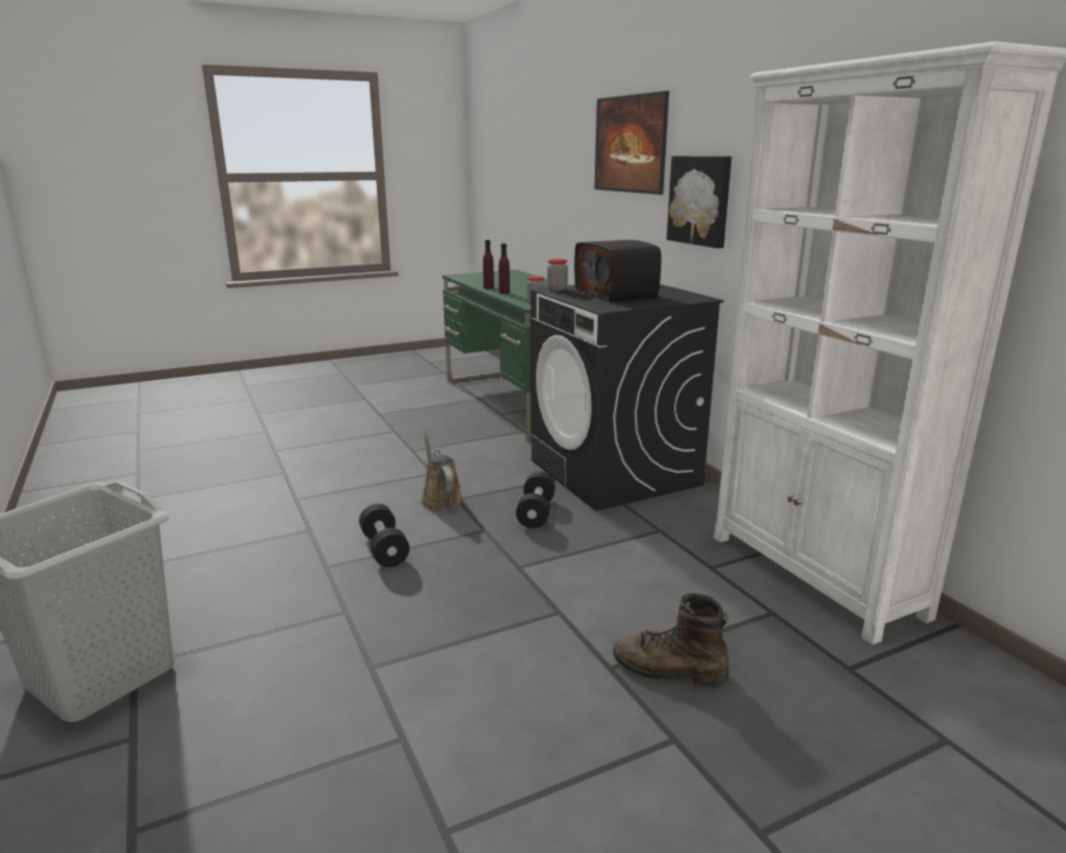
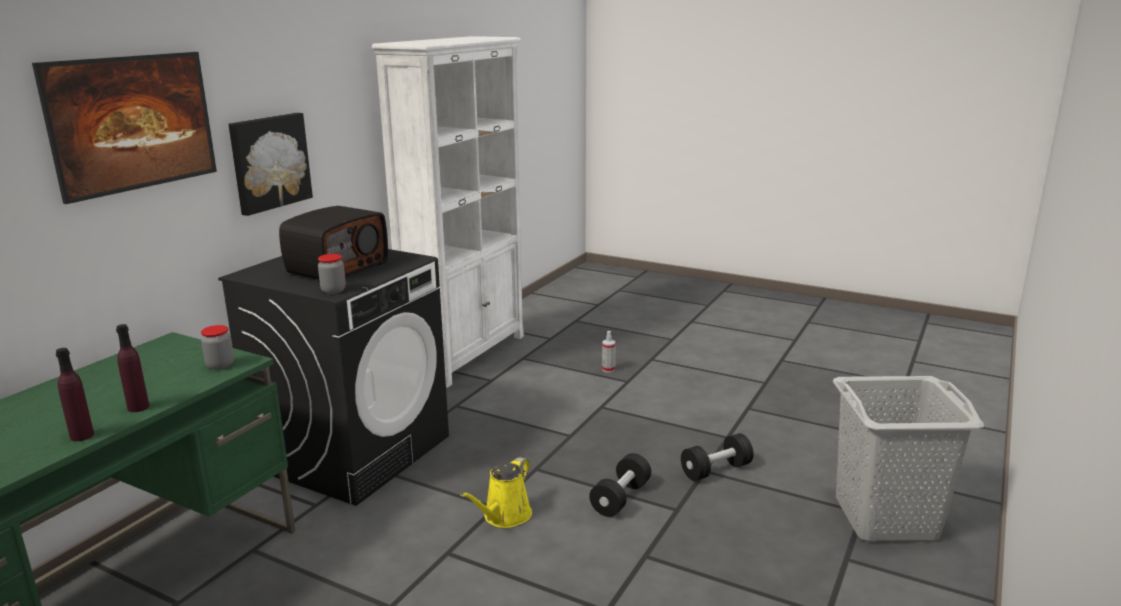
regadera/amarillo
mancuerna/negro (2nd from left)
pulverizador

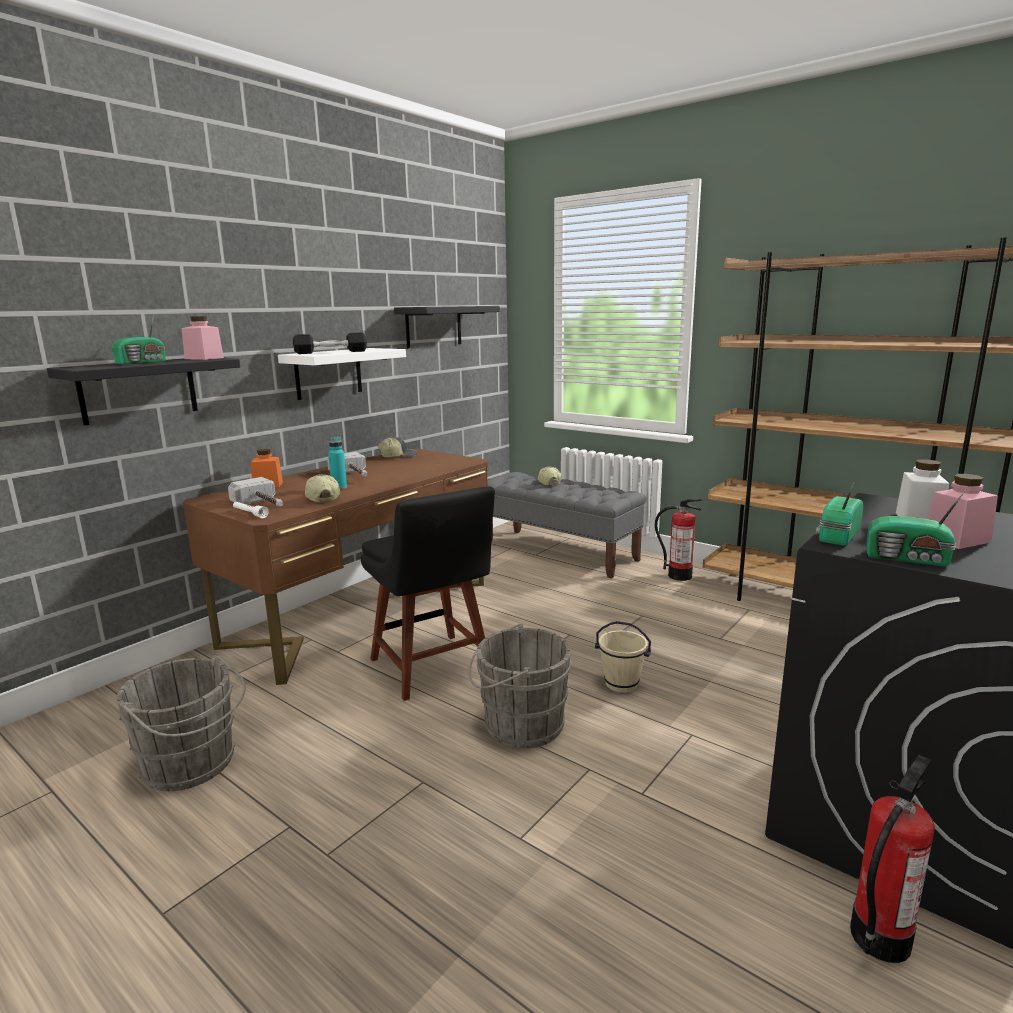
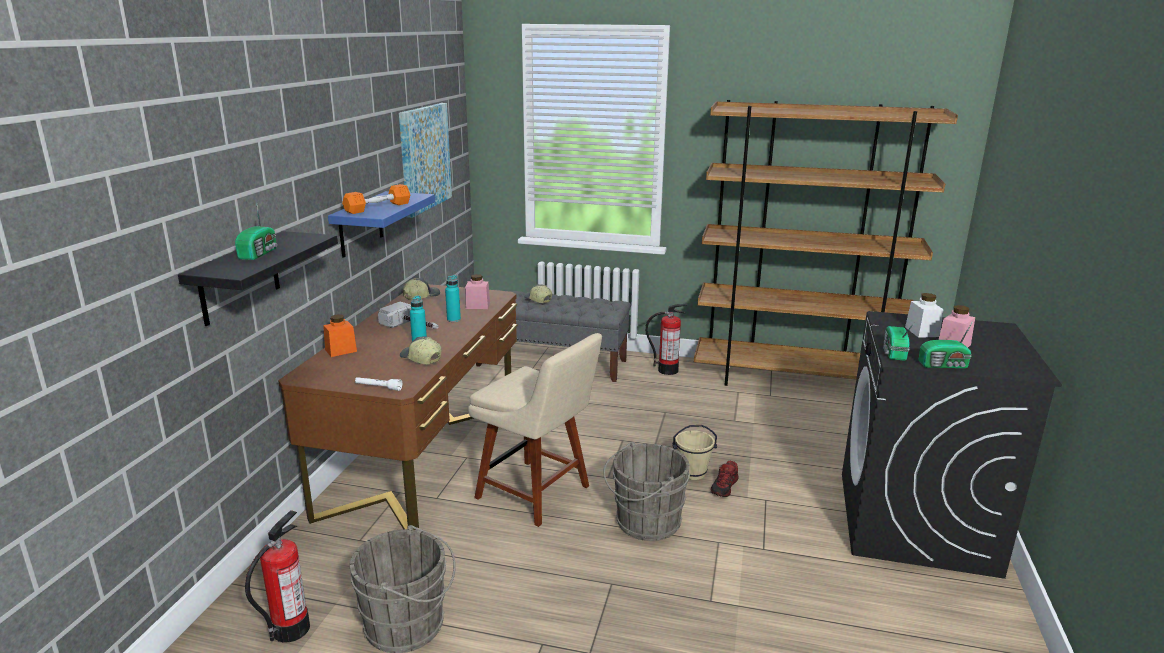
cuadro
tarro/rosa (1st from left)
mancuerna/naranja
estante/azul
martillo (1st from left in the first image)
silla/beis
extintor (1st from left)
botella/turquesa (2nd from left)
zapato

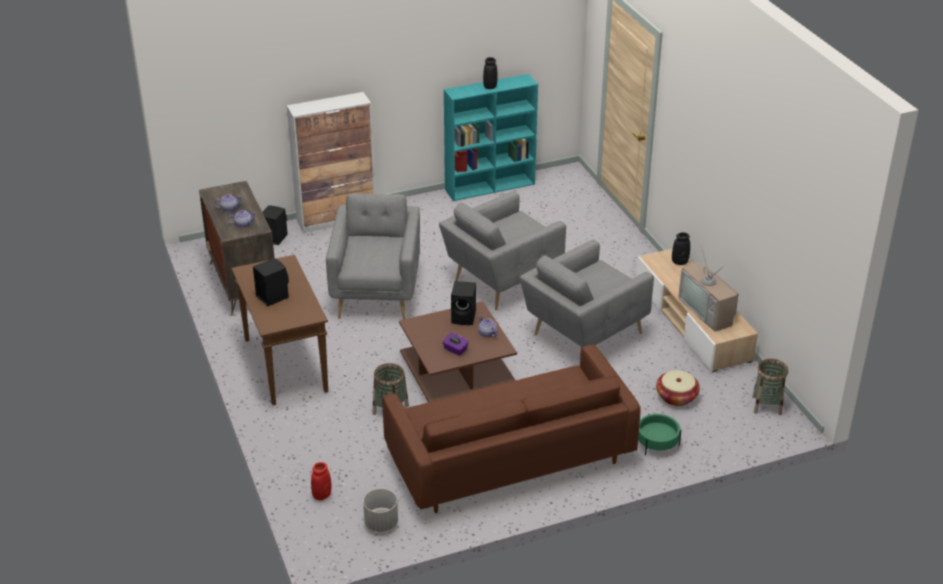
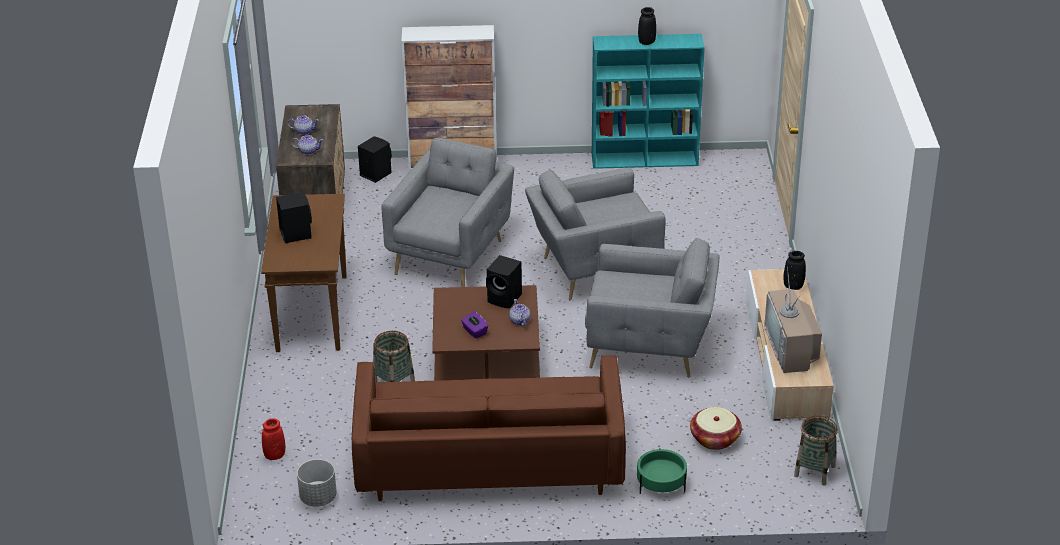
sillón/gris (3rd from left)

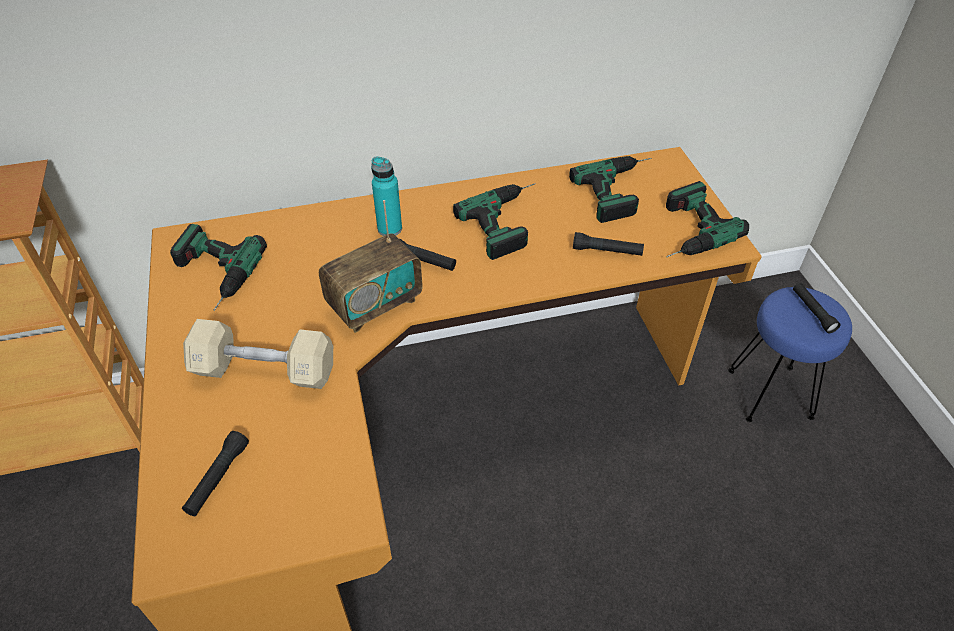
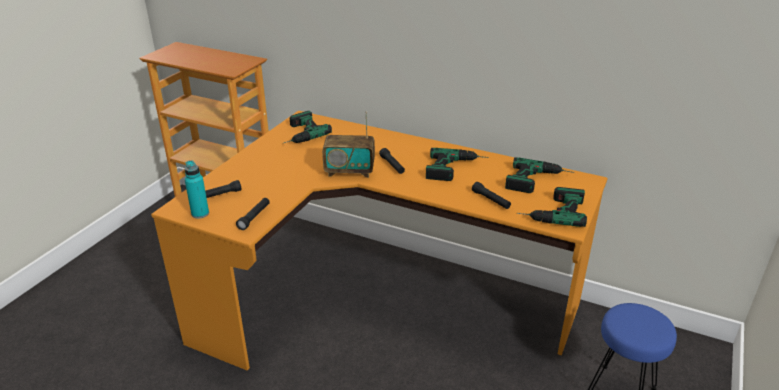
botella/turquesa
linterna/negro (2nd from left)
mancuerna/beis

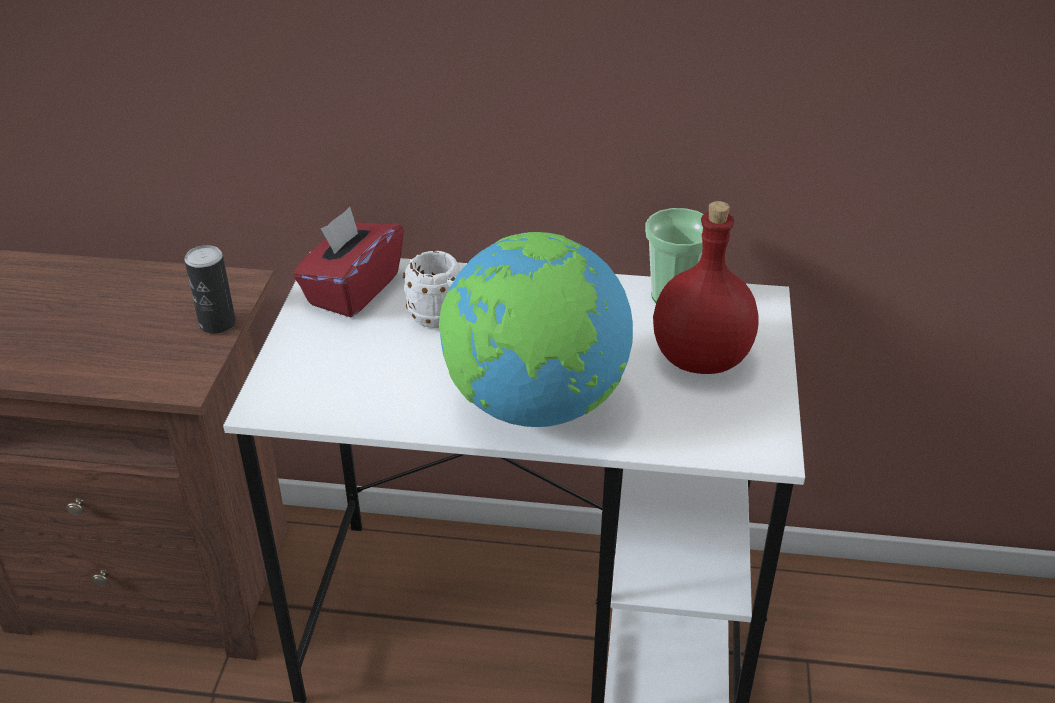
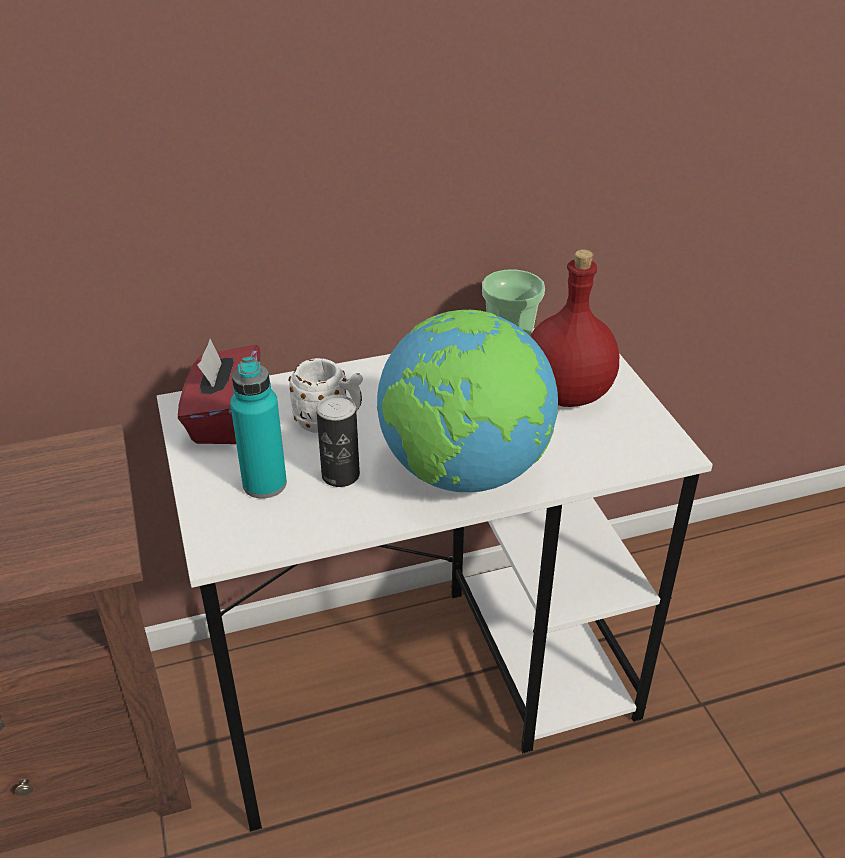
lata
botella/turquesa

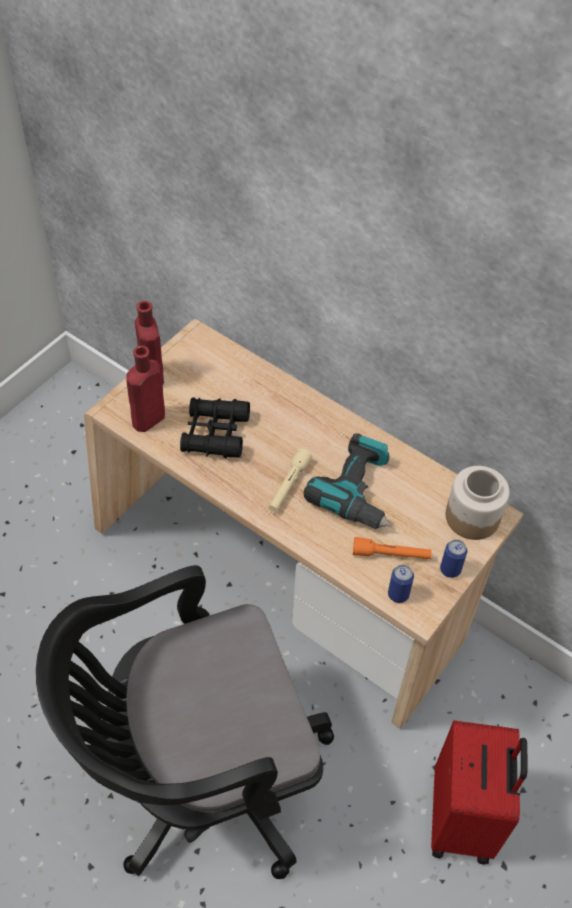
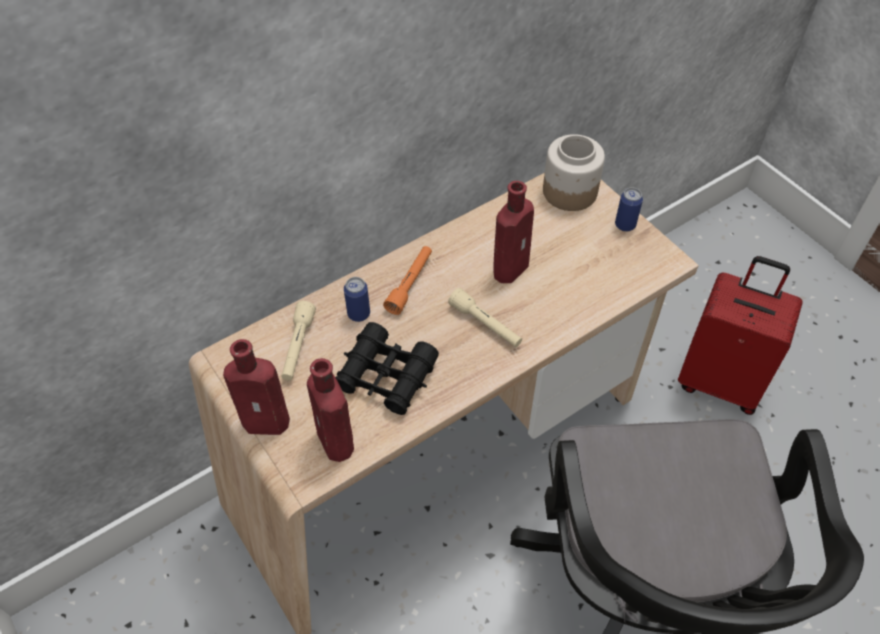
botella/rojo (3rd from left)
linterna/naranja
lata (1st from left)
linterna/beis (1st from left)

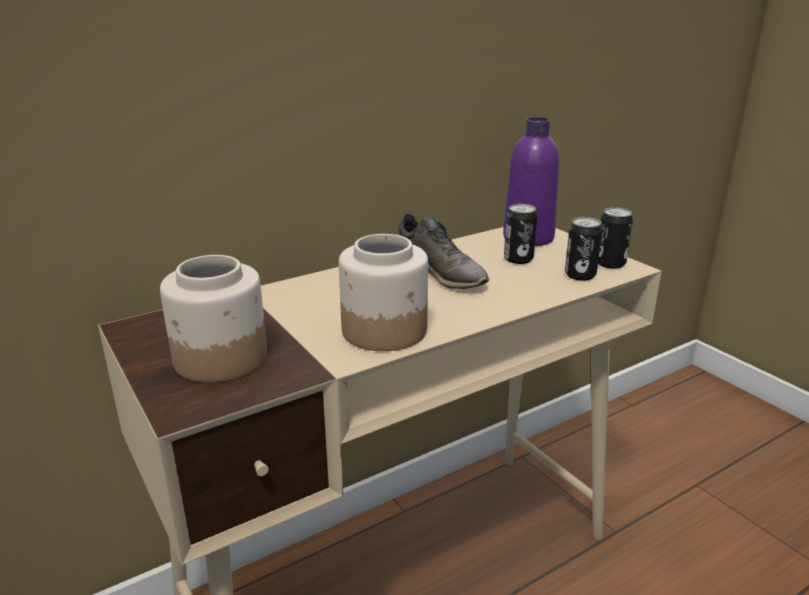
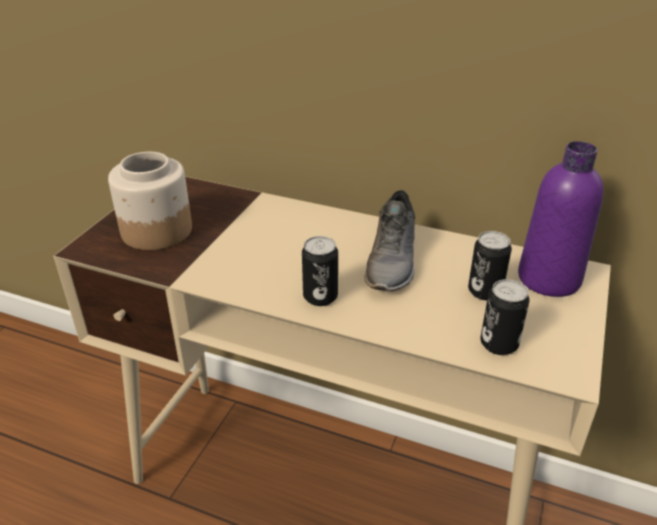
lata (1st from left)
tarro (2nd from left in the first image)

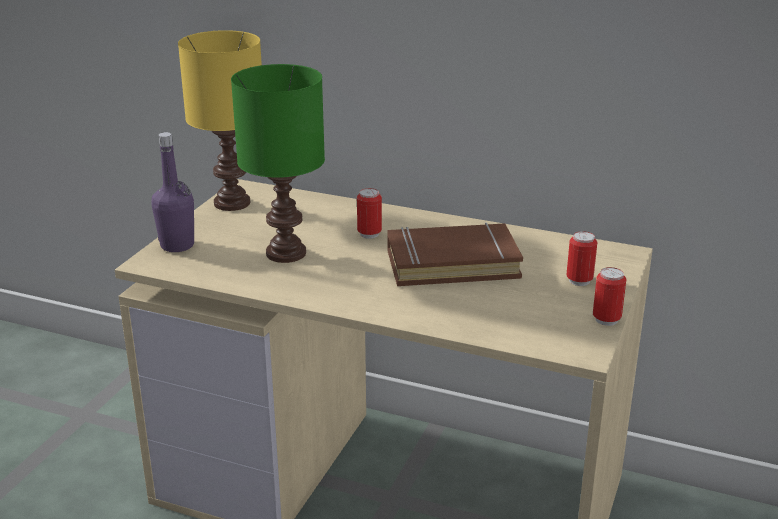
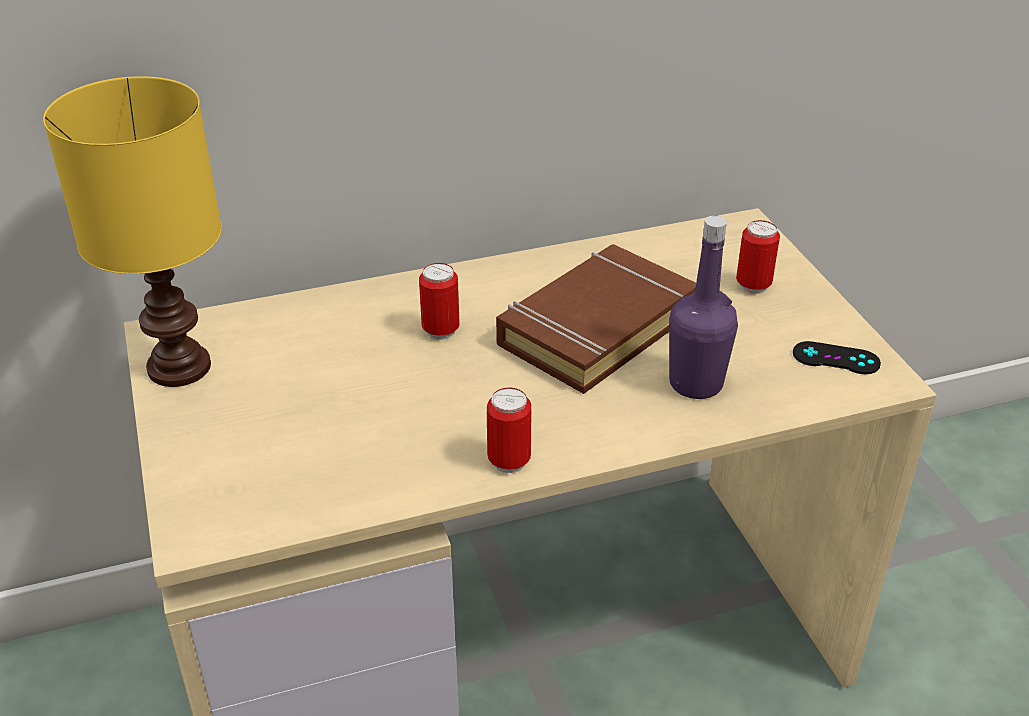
lámpara de mesa/verde
botella/morado
lata (2nd from left)
mando de consola/negro

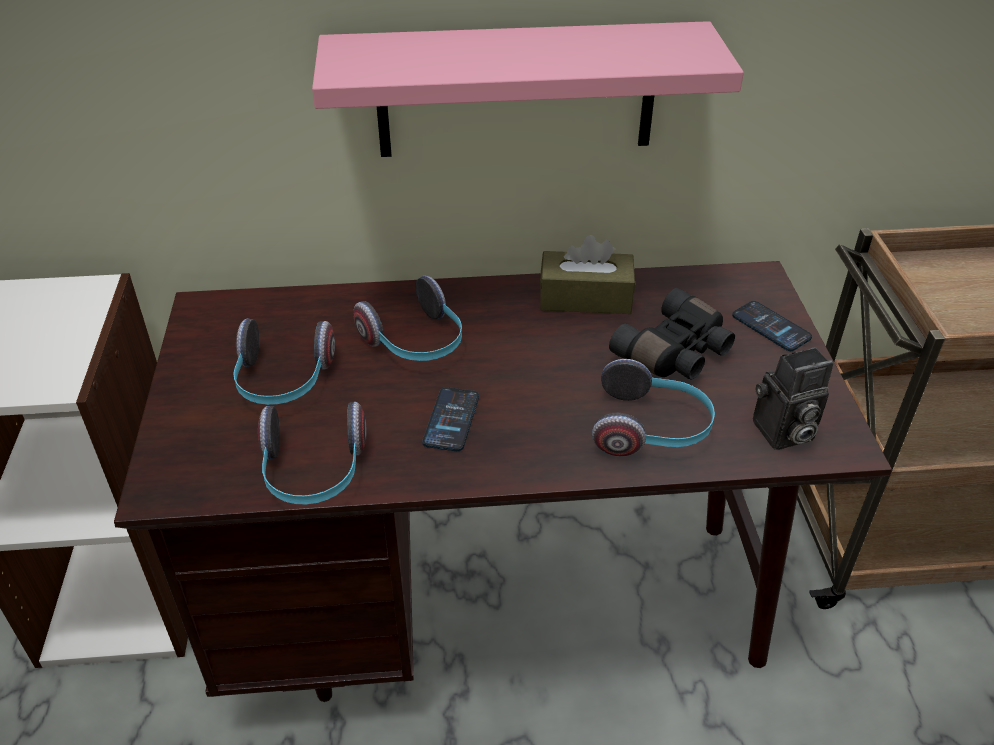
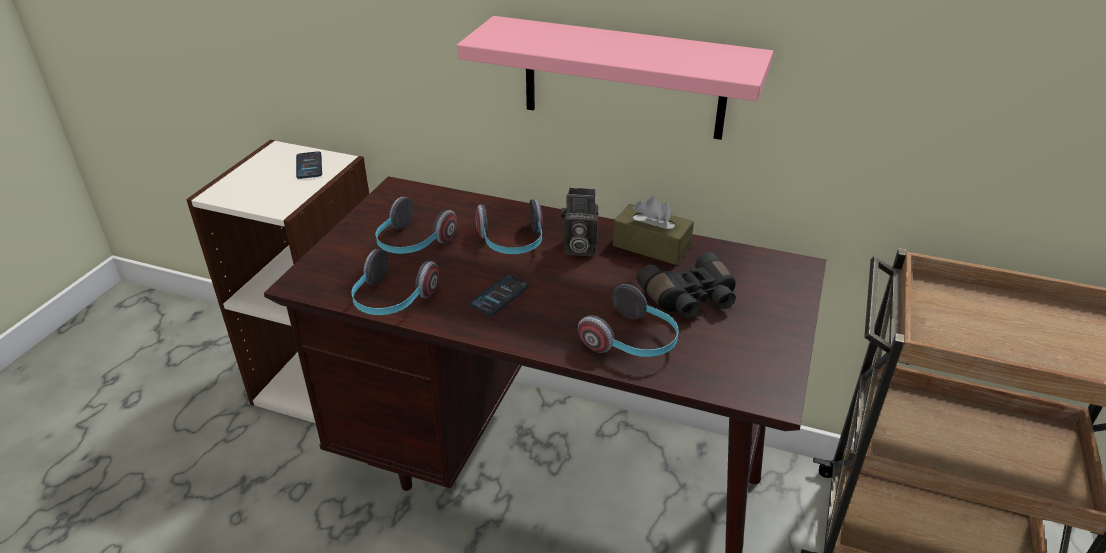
móvil (1st from left)
cámara

